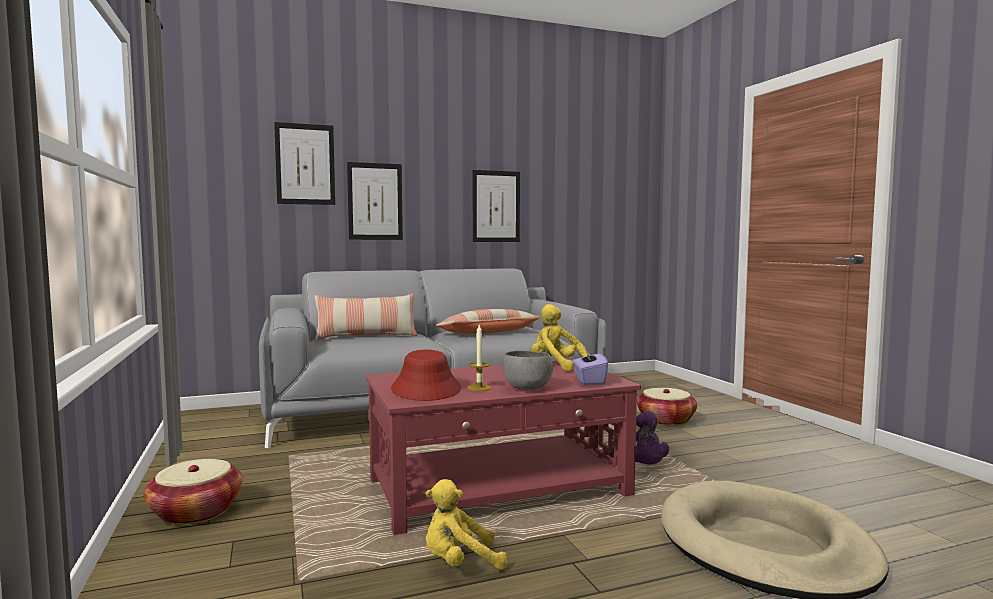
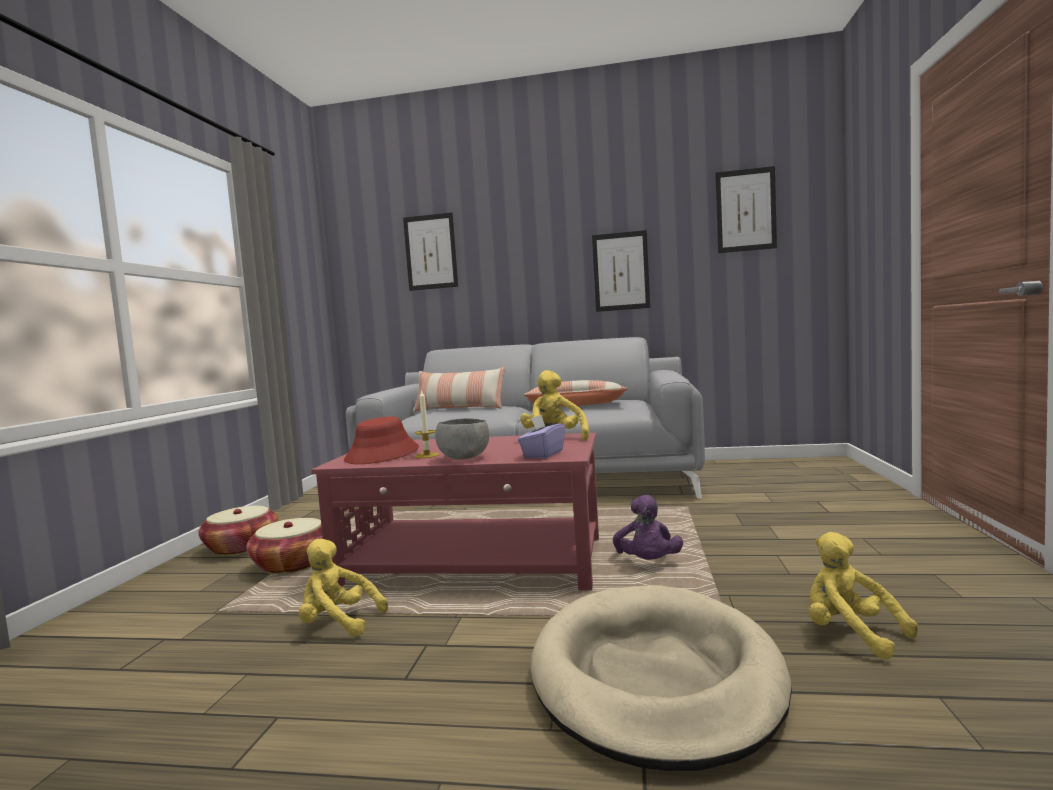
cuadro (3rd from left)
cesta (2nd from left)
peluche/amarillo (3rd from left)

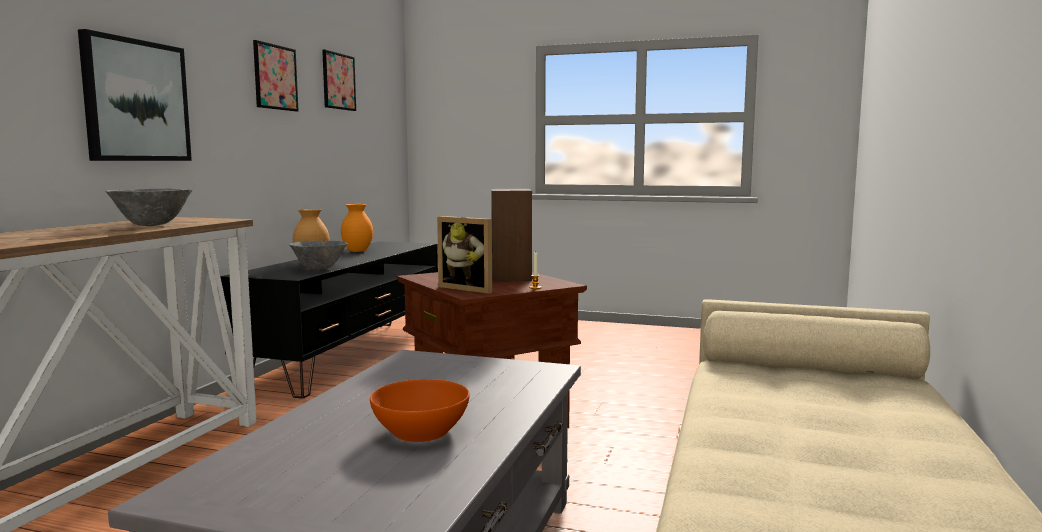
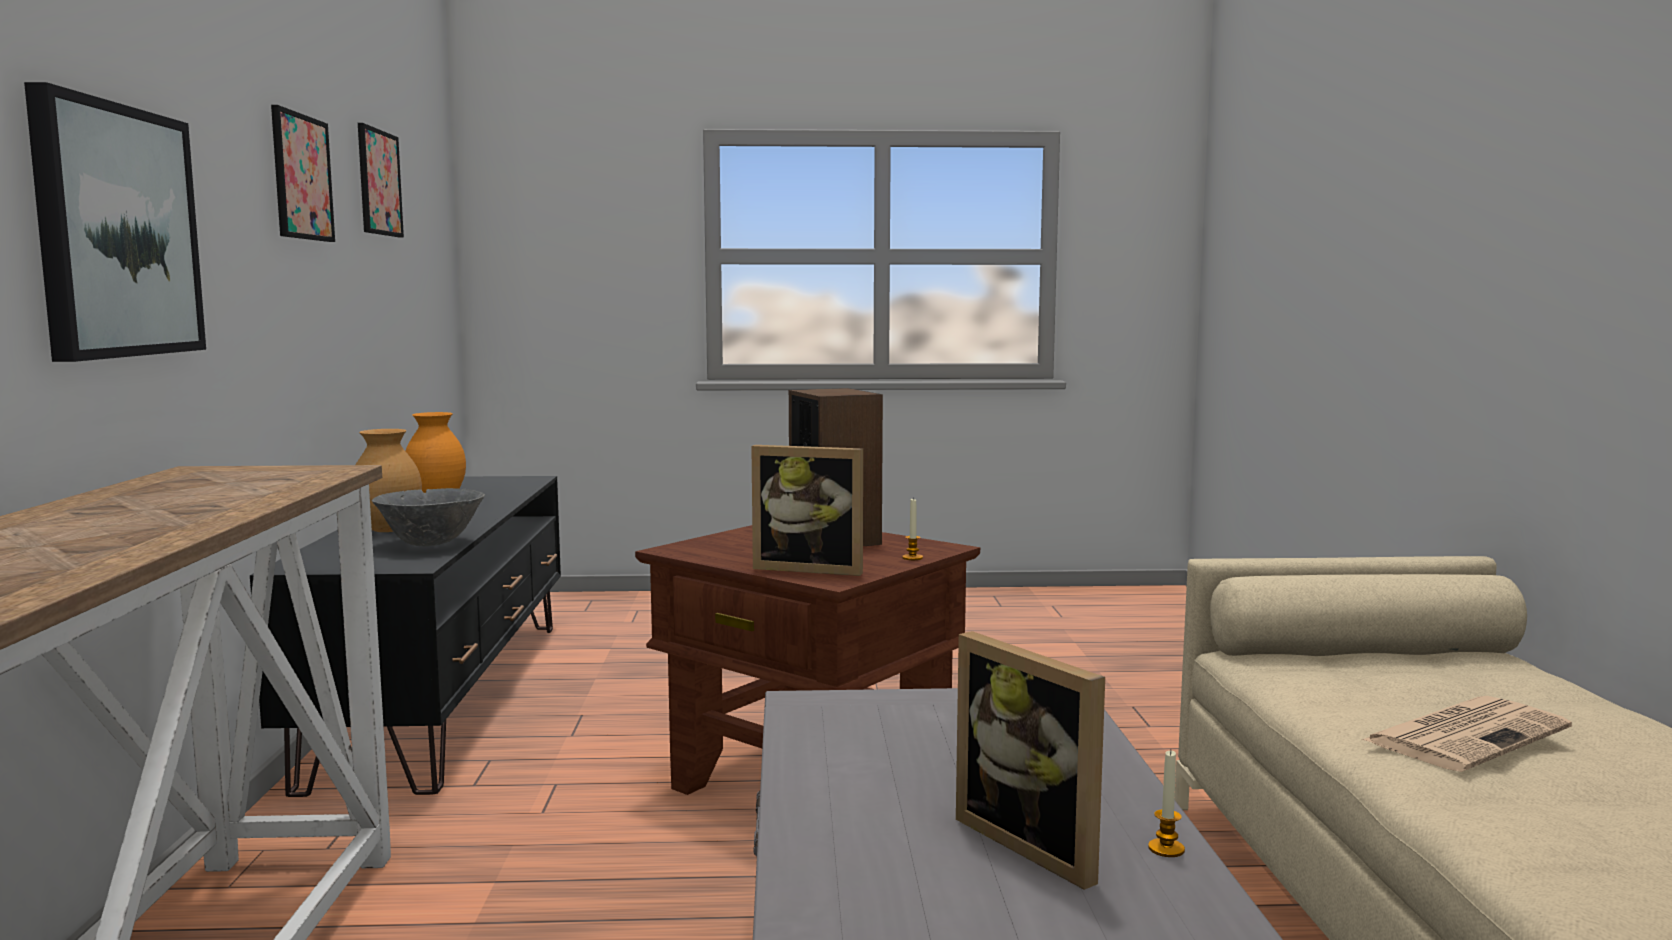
cuenco/gris (1st from left in the first image)
portarretratos (2nd from left)
periódico
vela (2nd from left)

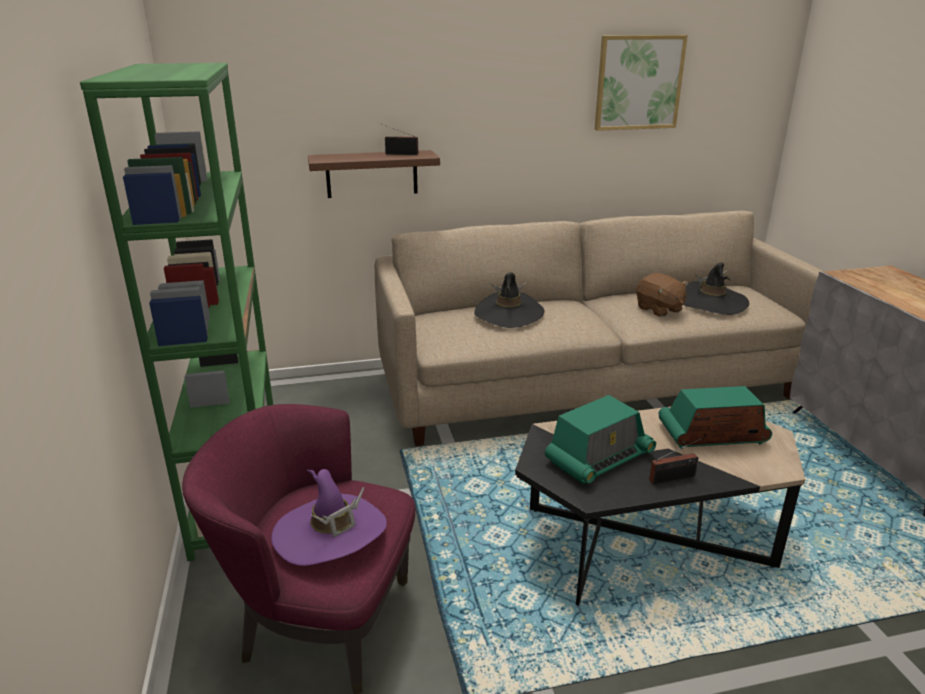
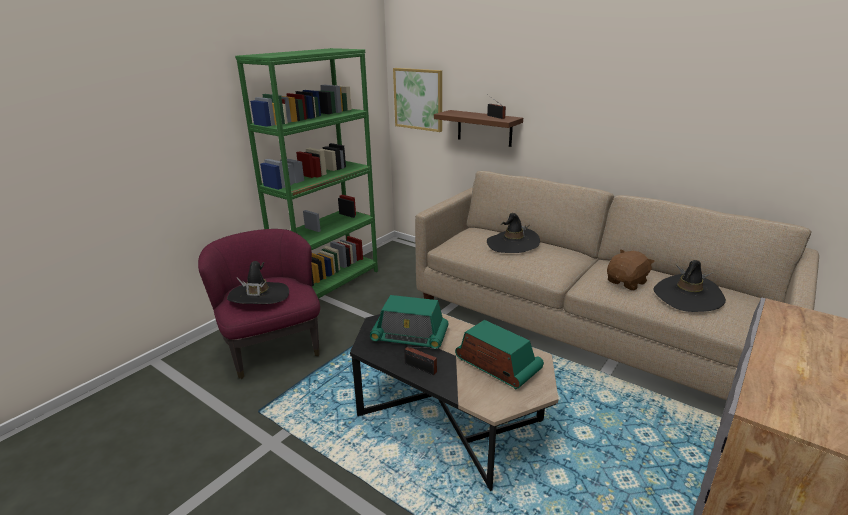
cuadro
peluche/marrón
sombrero/negro (1st from left)

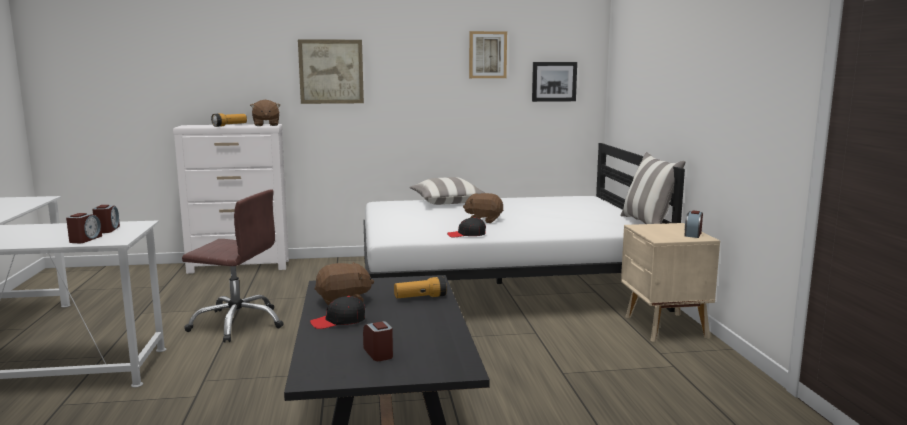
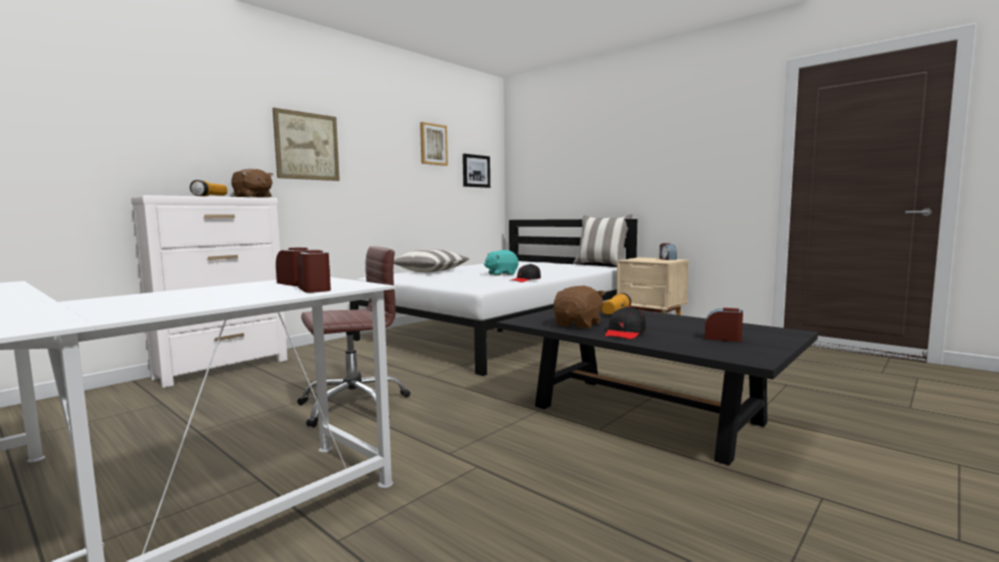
peluche/turquesa

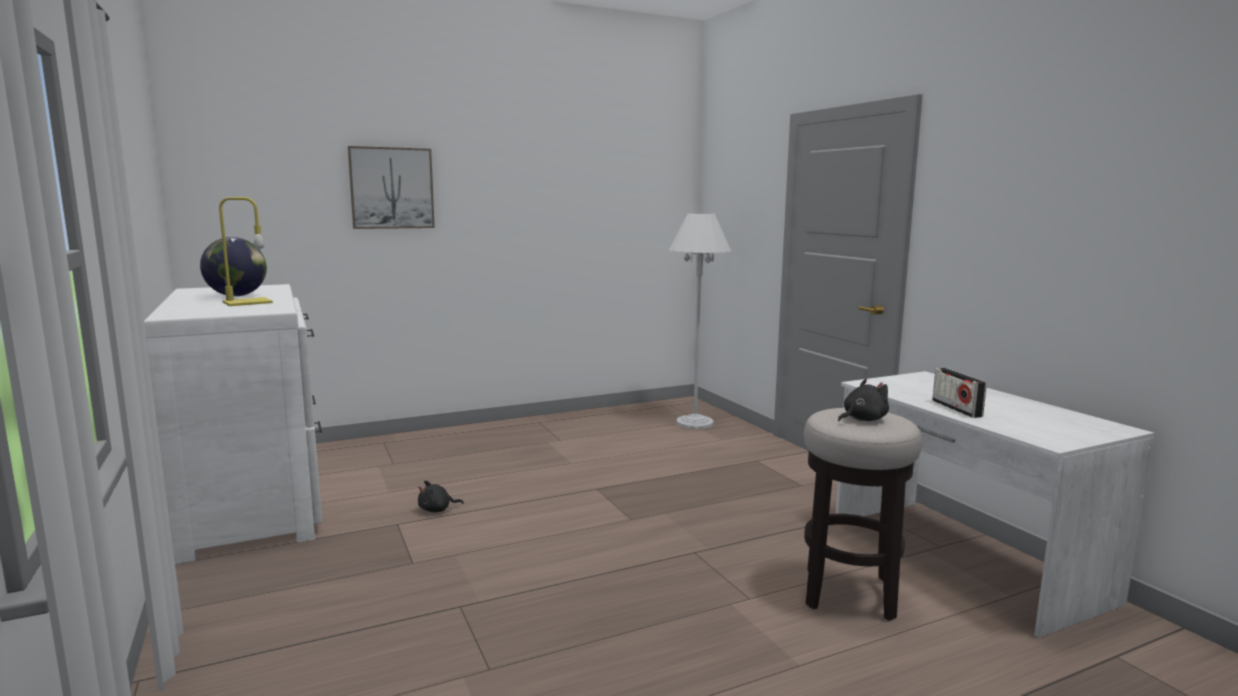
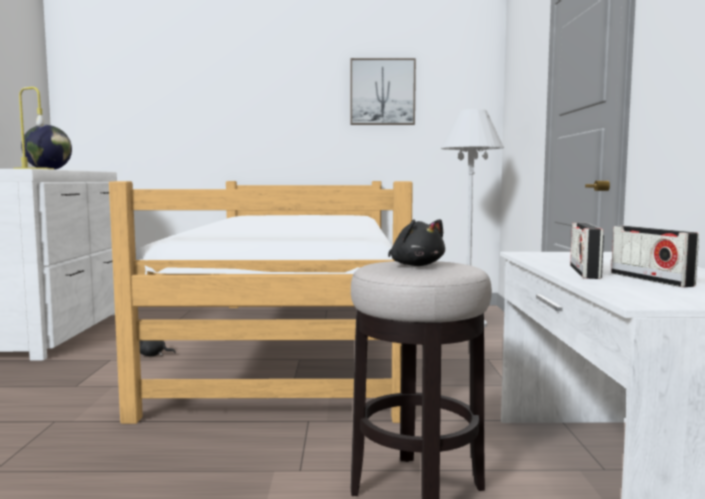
cuadro
peluche/negro (2nd from left)
cama
radio (2nd from left)

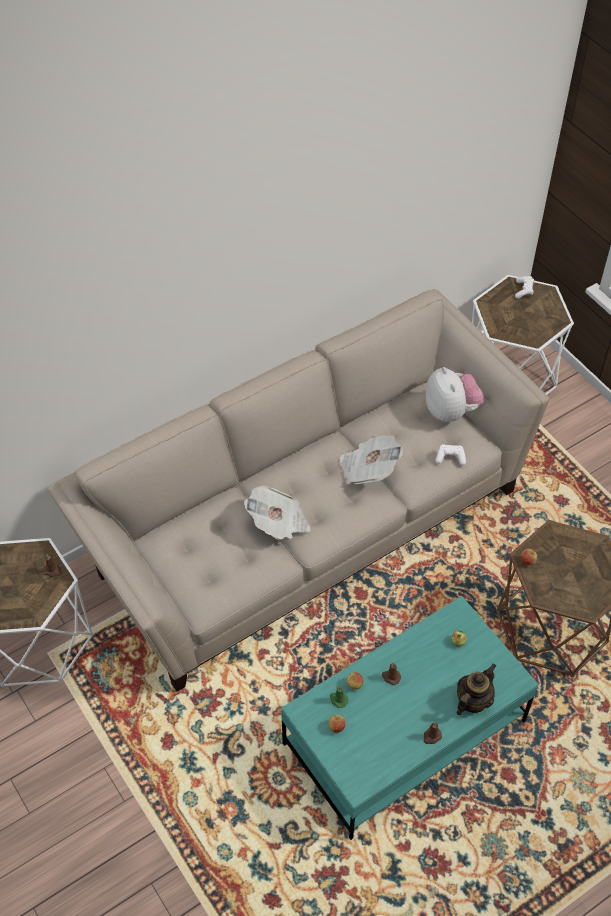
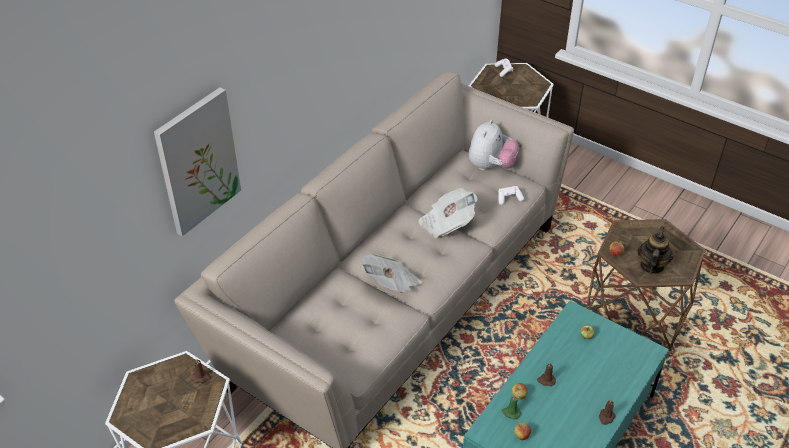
peluche
tetera
cuadro

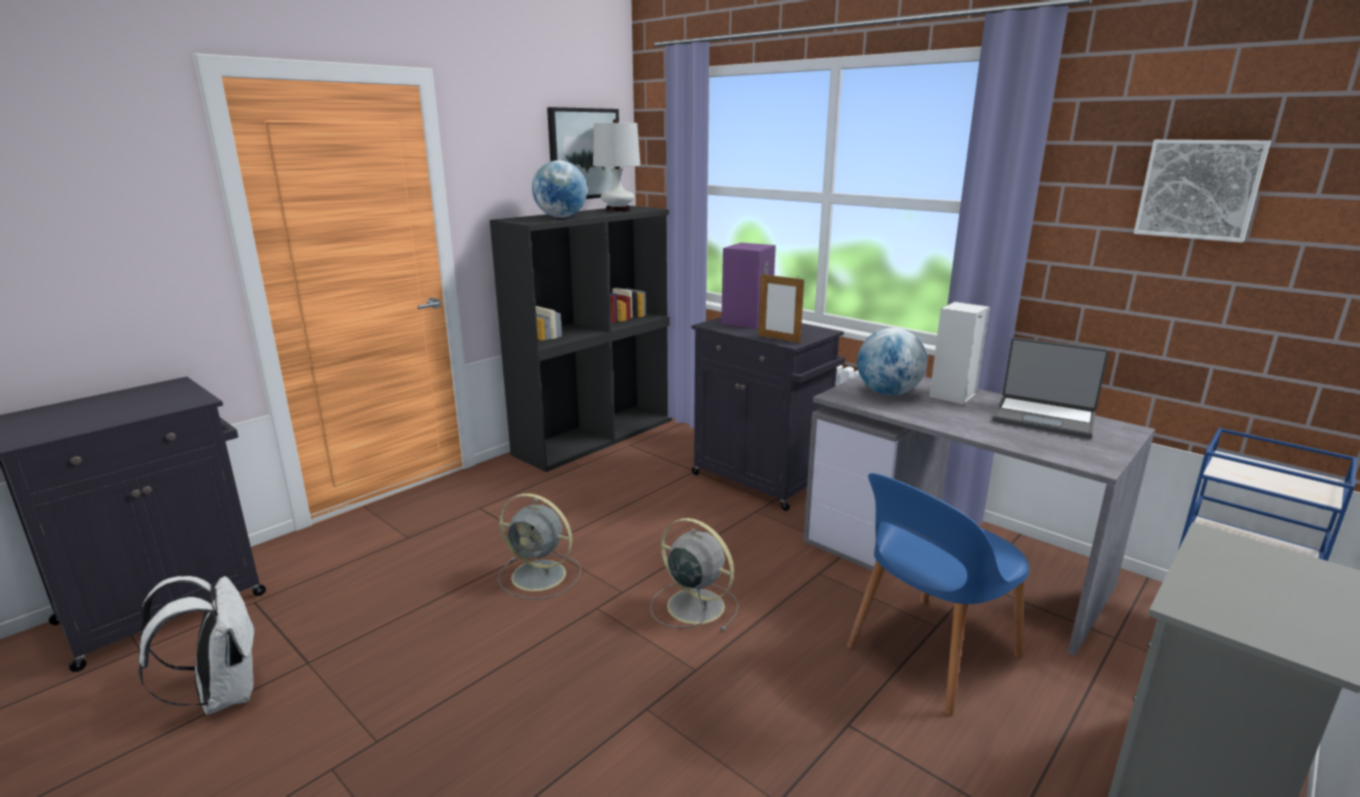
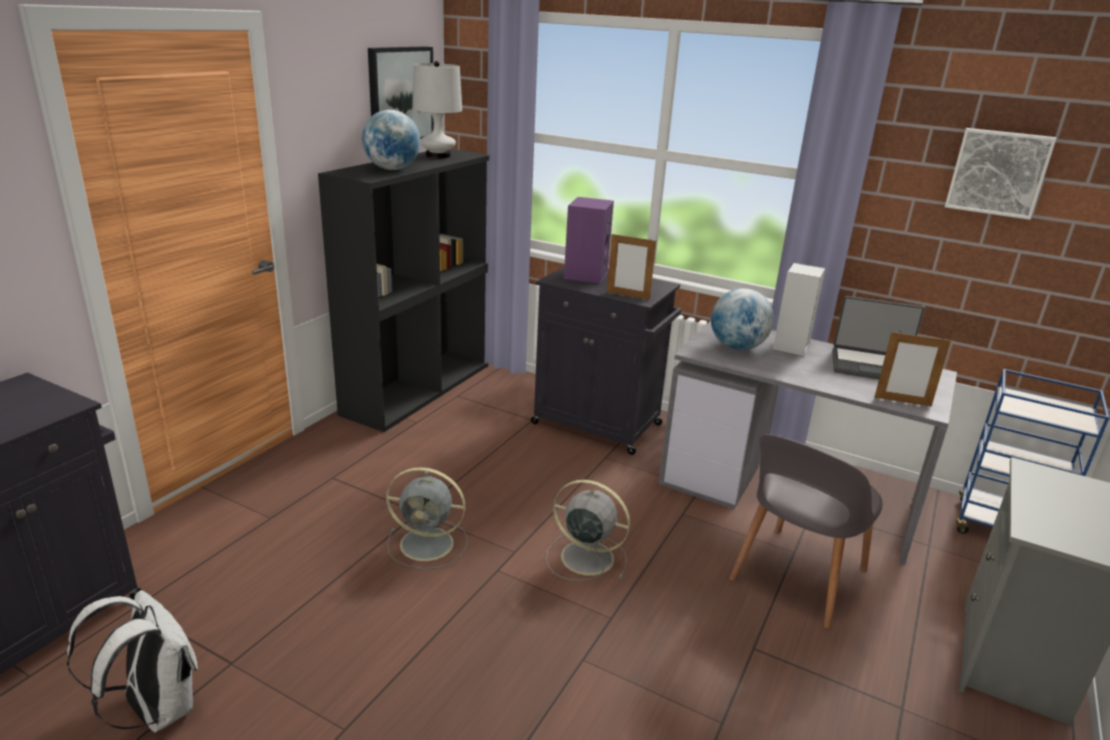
silla/gris
portarretratos (2nd from left)

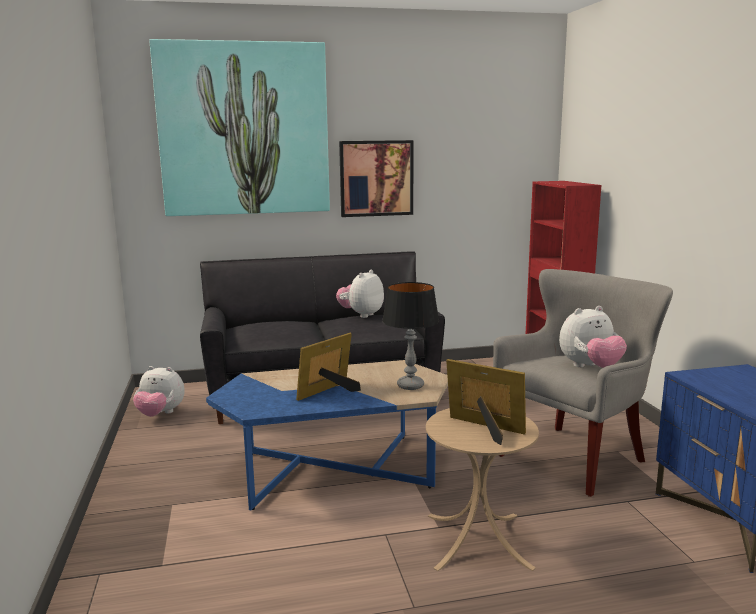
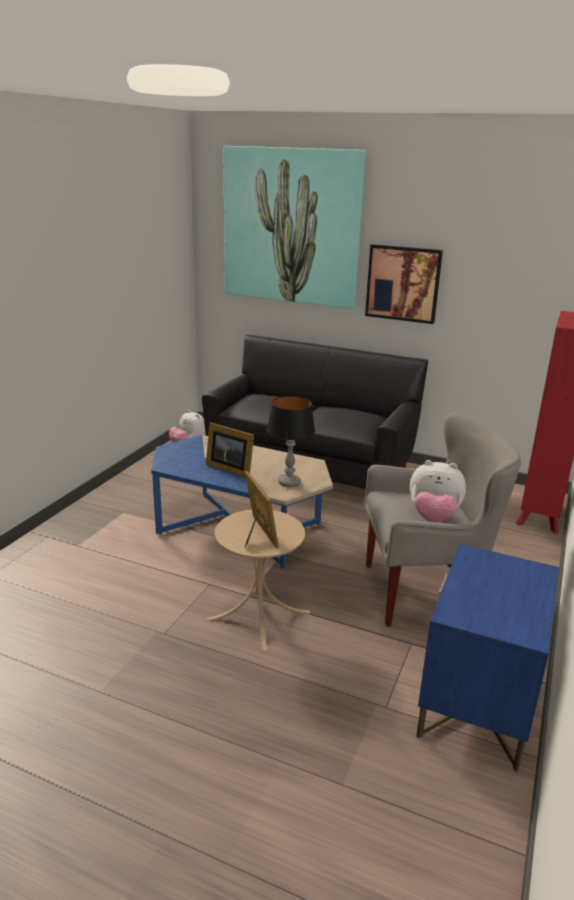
peluche (2nd from left in the first image)
portarretratos (1st from left)

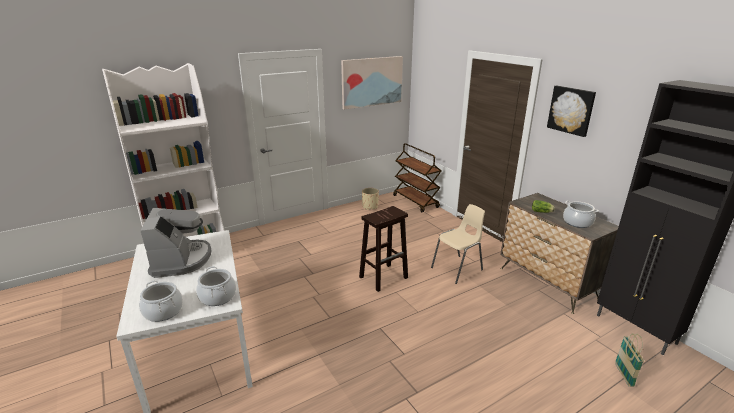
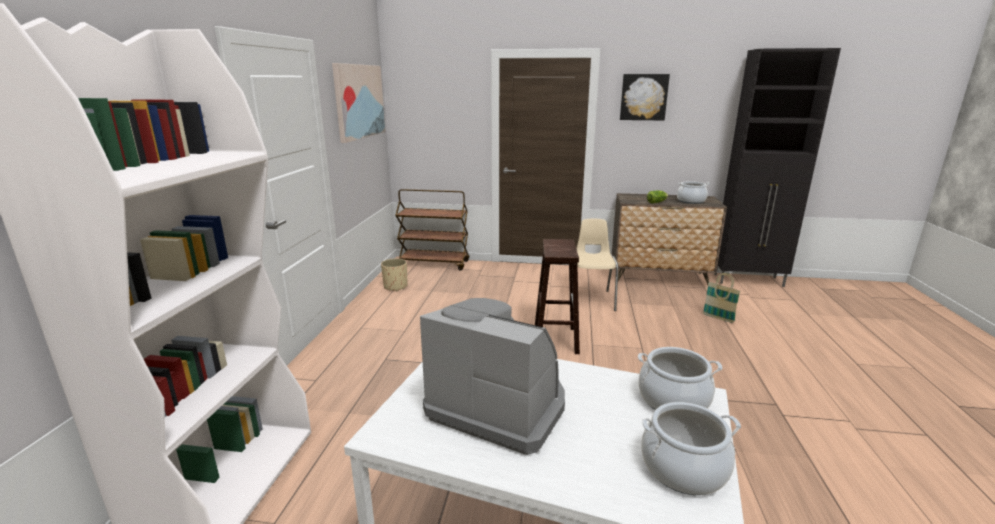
cesta

